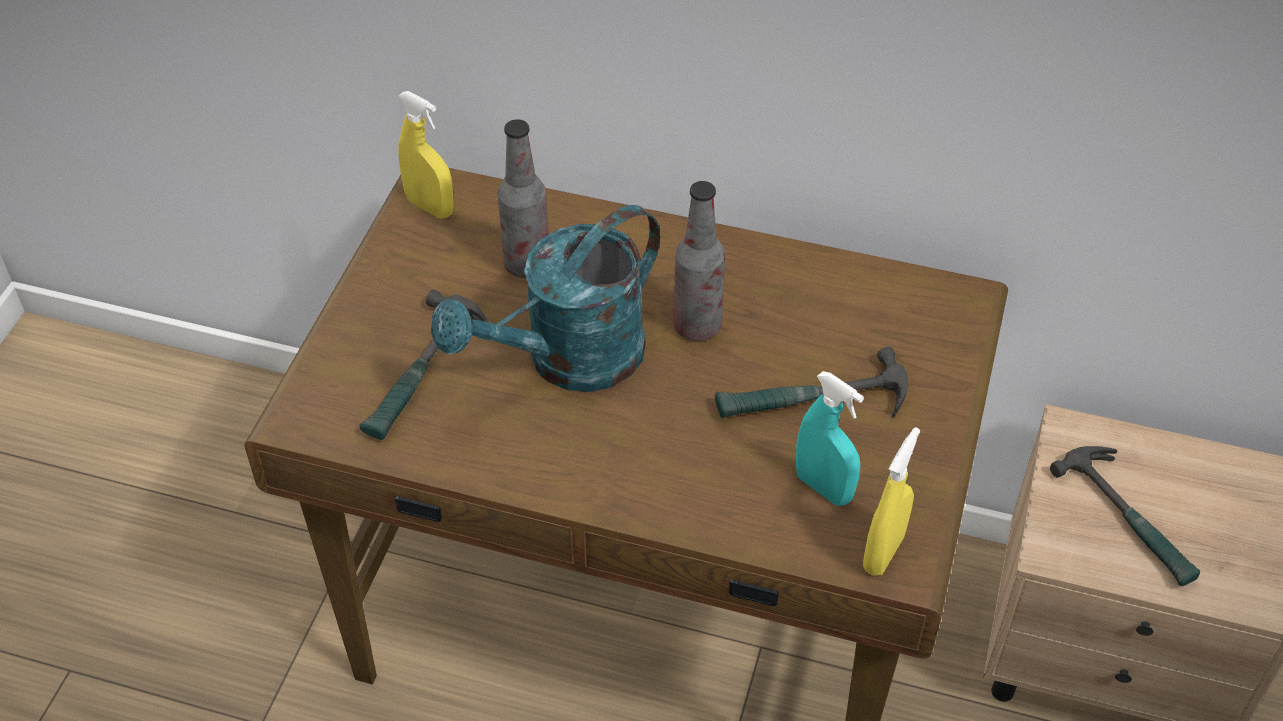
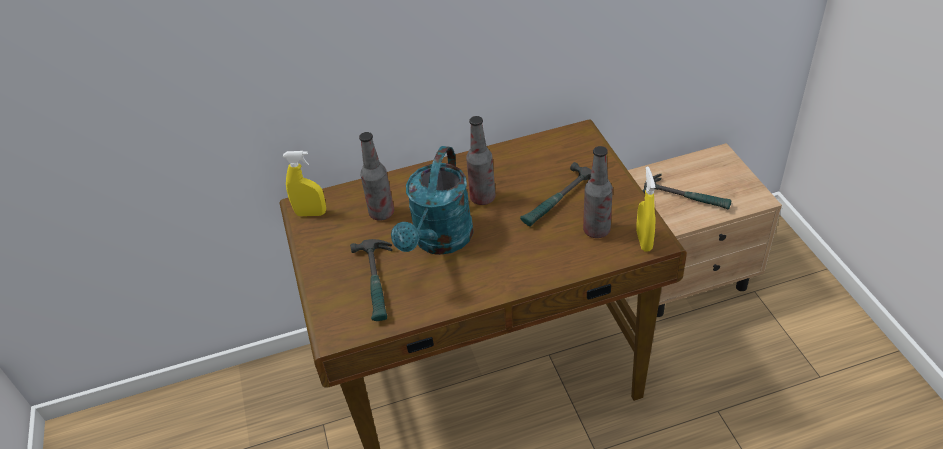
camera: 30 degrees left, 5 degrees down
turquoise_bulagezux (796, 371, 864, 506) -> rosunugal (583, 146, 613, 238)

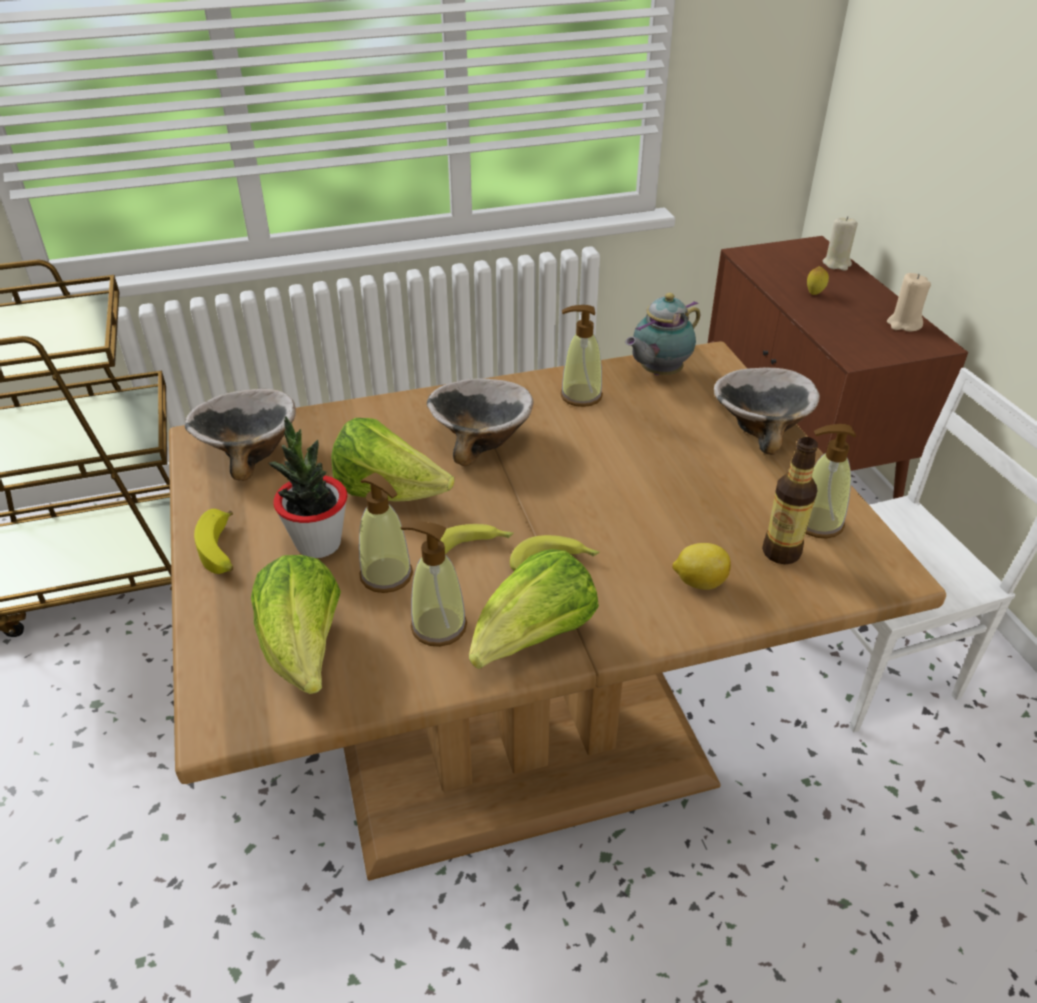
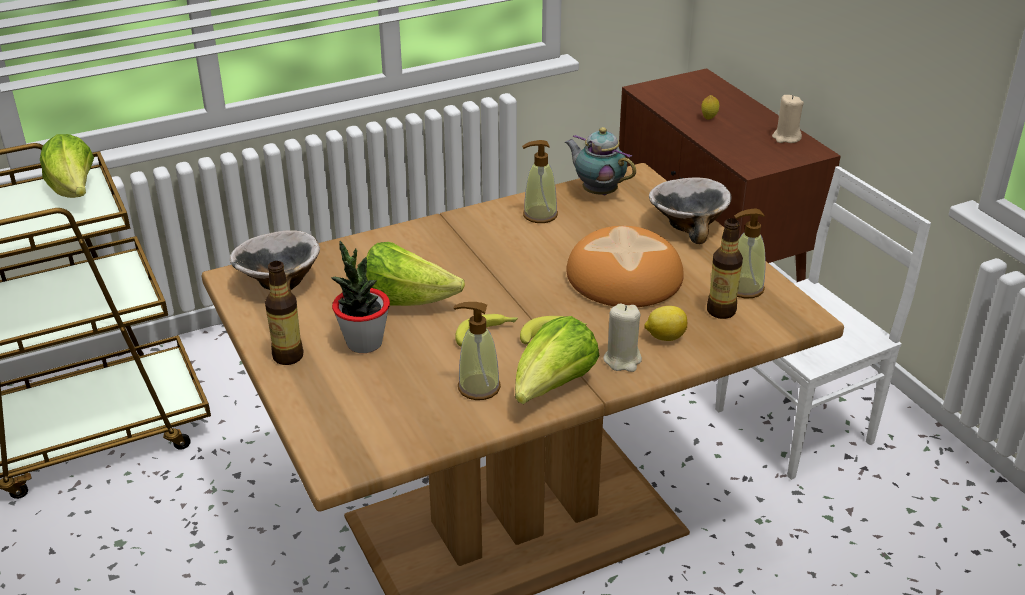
camera: 10 degrees left, 5 degrees down
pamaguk (194, 509, 233, 574) -> rosunugal (265, 261, 303, 365)
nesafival (251, 555, 341, 694) -> nesafival (40, 134, 94, 198), move
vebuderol (359, 473, 413, 593) -> none
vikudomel (427, 378, 533, 466) -> none
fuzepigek (625, 293, 700, 375) -> fuzepigek (565, 127, 636, 195), 90 degrees clockwise
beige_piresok (823, 216, 858, 271) -> beige_piresok (603, 304, 642, 372), move
none -> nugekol (566, 226, 684, 307)

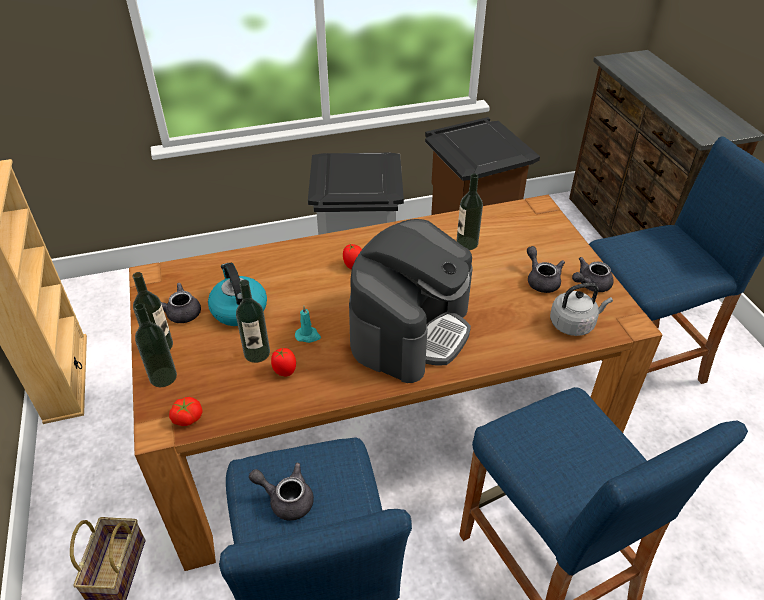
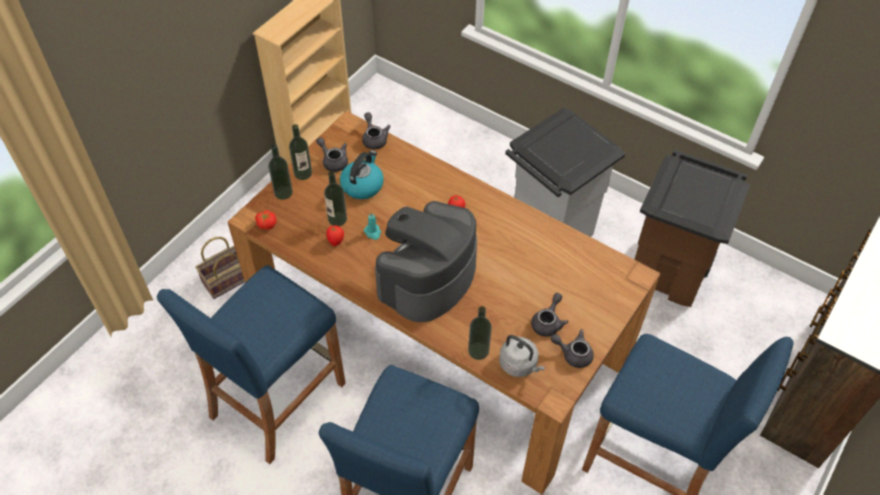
camera: 50 degrees right, 10 degrees up
grey_fuzepigek (249, 463, 314, 521) -> grey_fuzepigek (362, 112, 391, 149), move
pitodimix (349, 219, 473, 383) -> pitodimix (375, 201, 477, 322), 135 degrees clockwise
rosunugal (457, 173, 483, 250) -> rosunugal (468, 306, 492, 360), move

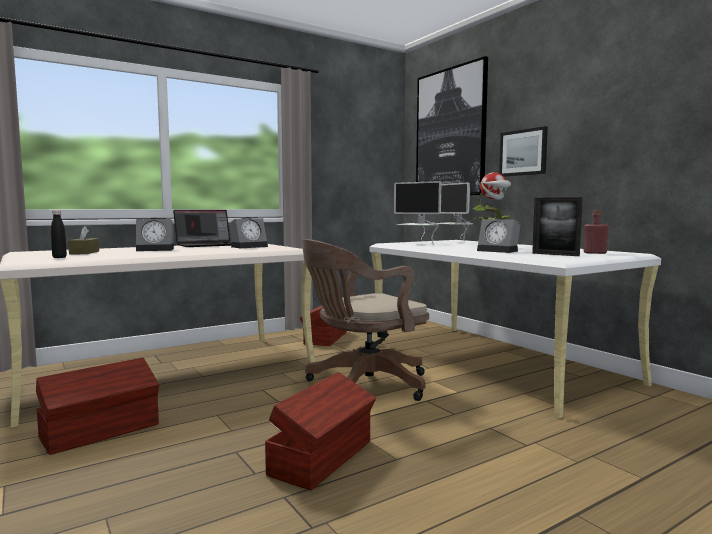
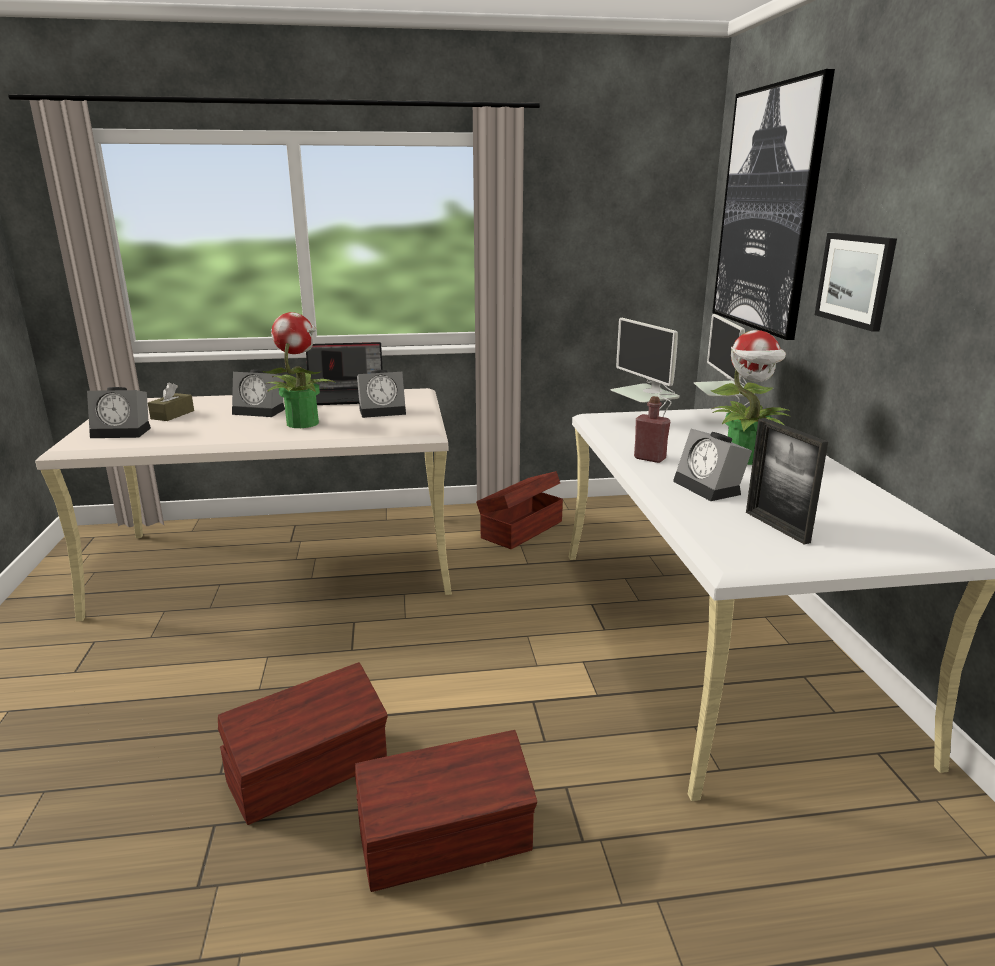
camera: 25 degrees right, 15 degrees up
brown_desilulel (36, 358, 159, 455) -> brown_desilulel (355, 730, 537, 892), move
black_rosunugal (51, 210, 67, 258) -> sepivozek (87, 387, 151, 438)
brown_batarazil (302, 239, 429, 401) -> none
red_rosunugal (583, 210, 609, 254) -> red_rosunugal (634, 396, 670, 463), move
none -> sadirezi (262, 312, 336, 428)

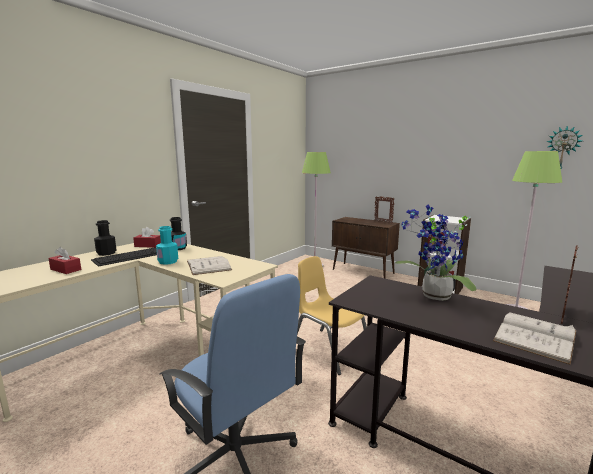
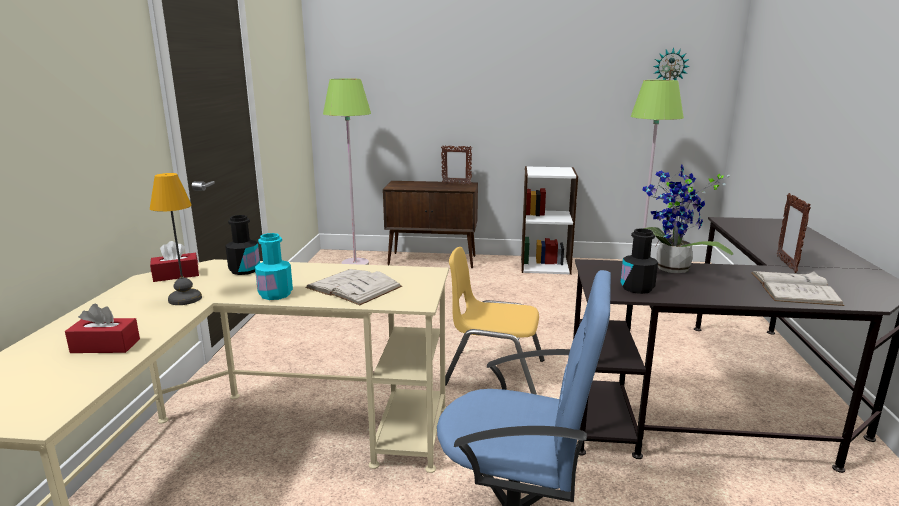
camera: 30 degrees left, 5 degrees up
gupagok (91, 248, 157, 267) -> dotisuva (150, 173, 202, 305)
black_rosunugal (94, 220, 116, 256) -> black_rosunugal (621, 228, 658, 294), move

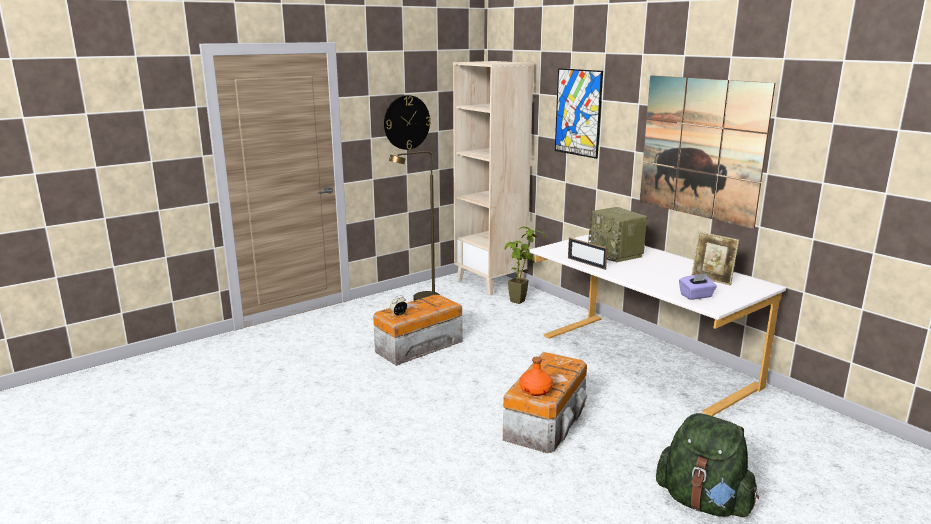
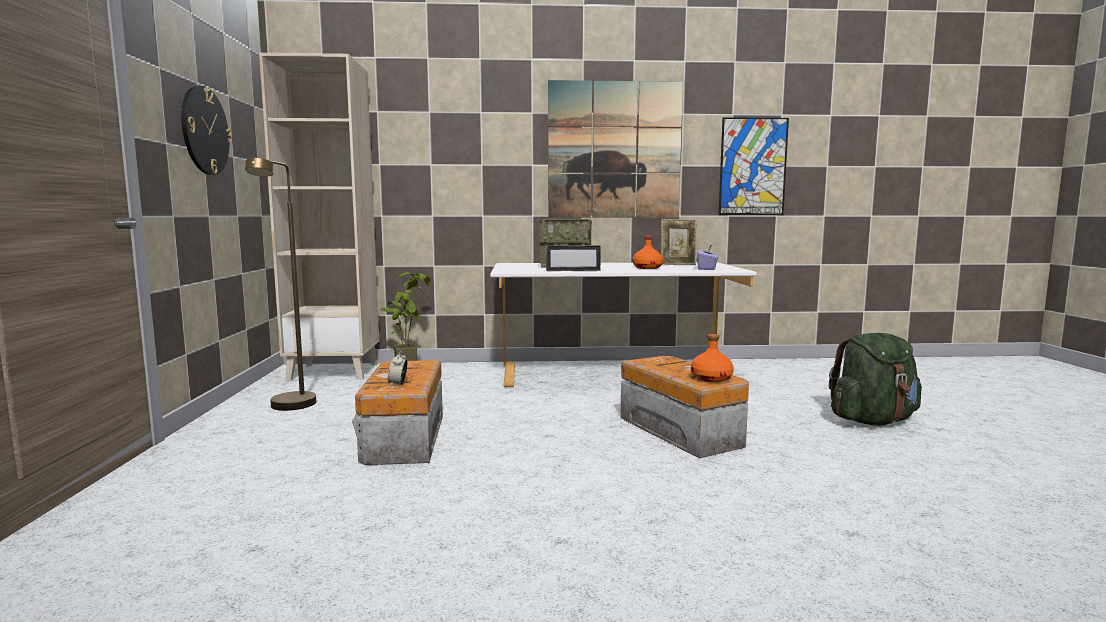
camera: 55 degrees left, 10 degrees down
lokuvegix (555, 68, 603, 159) -> lokuvegix (719, 117, 789, 215), move
none -> orange_rosunugal (633, 235, 663, 269)

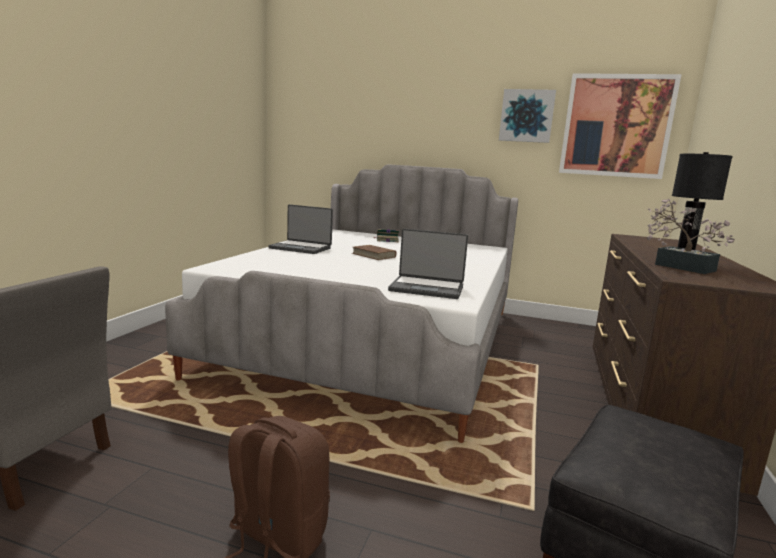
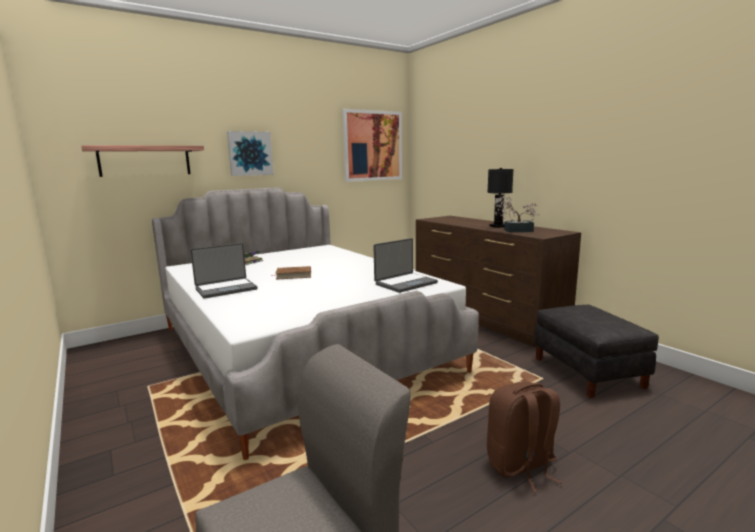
camera: 50 degrees left, 0 degrees up
lokuvegix (499, 89, 556, 143) -> lokuvegix (227, 131, 274, 176), move
none -> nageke (81, 145, 204, 177)

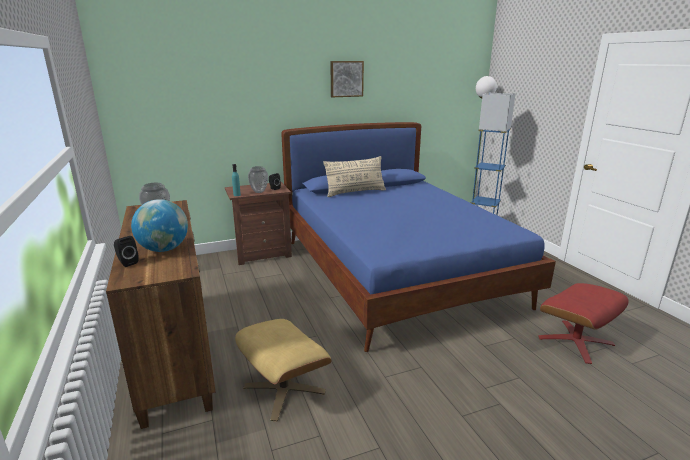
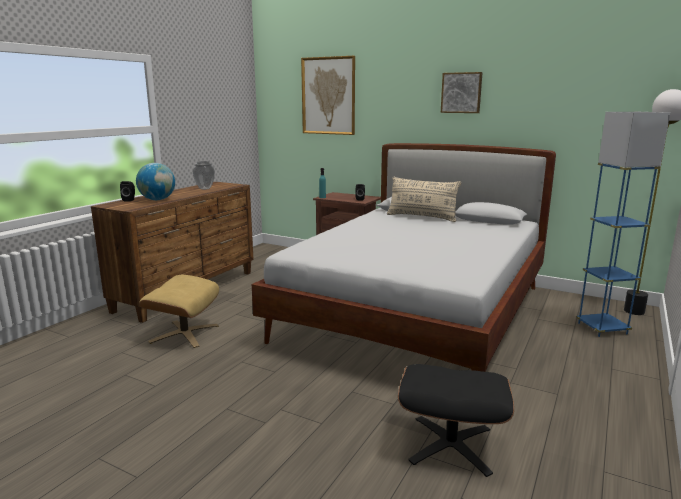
camera: 50 degrees right, 5 degrees down
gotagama (248, 166, 268, 193) -> none
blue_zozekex (281, 122, 556, 352) -> white_zozekex (252, 143, 556, 372)
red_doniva (538, 283, 629, 364) -> black_doniva (398, 364, 514, 477)
none -> lokuvegix (301, 56, 355, 135)

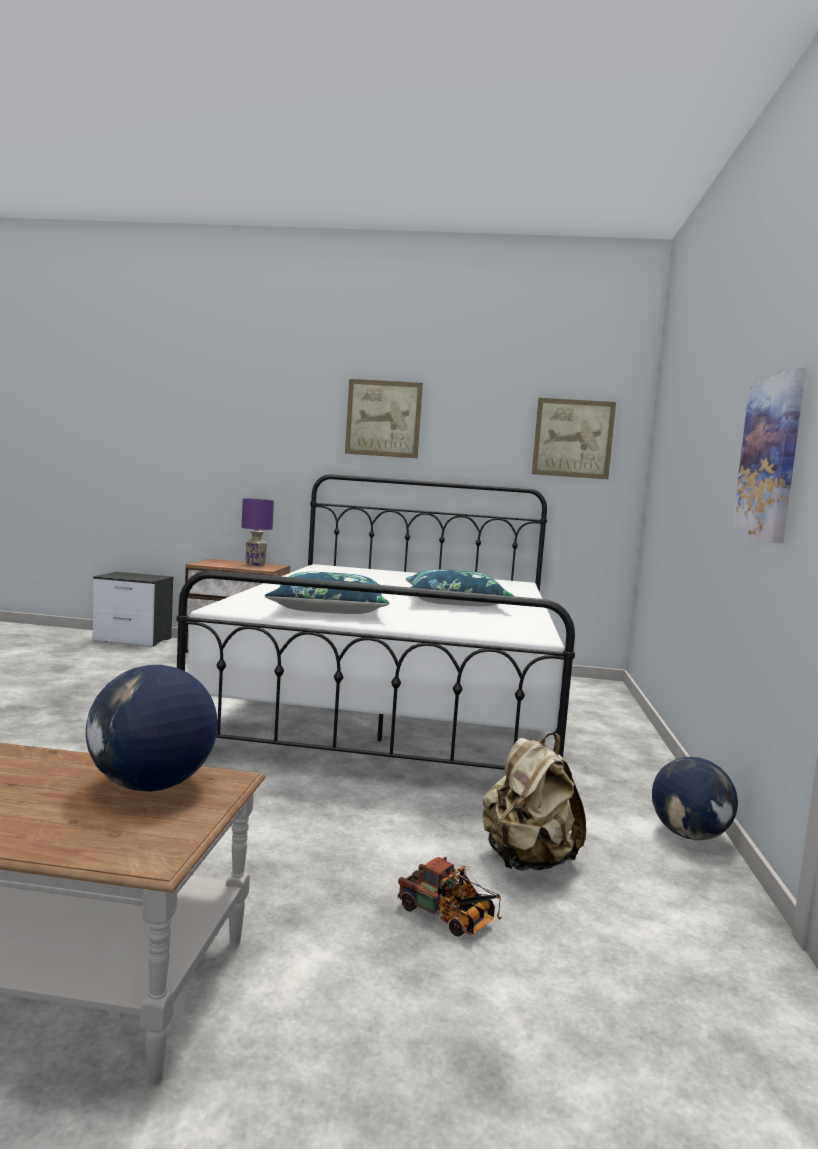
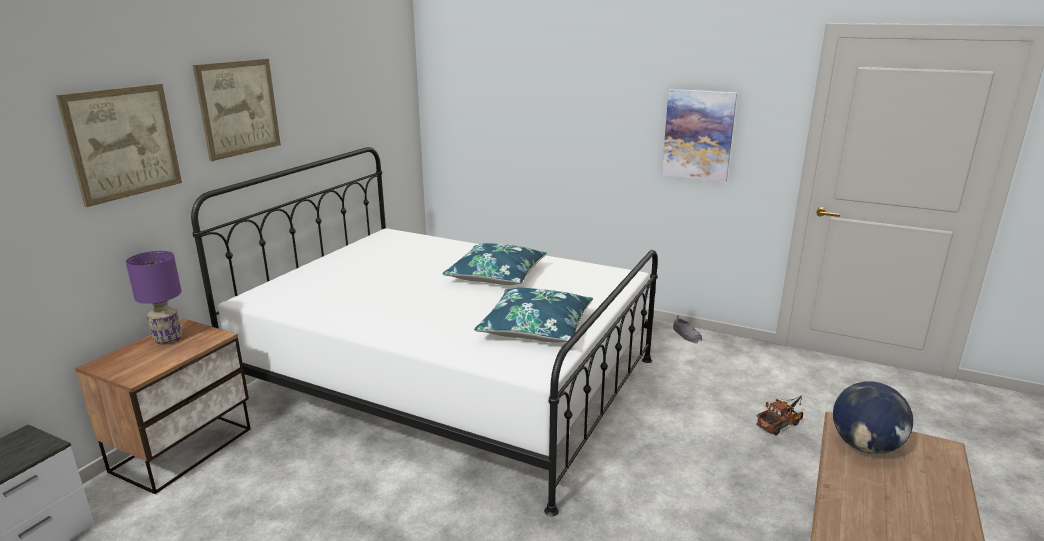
camera: 70 degrees left, 15 degrees up
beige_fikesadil (483, 733, 586, 871) -> none
lokuvegix (532, 398, 616, 479) -> lokuvegix (56, 84, 182, 207), move
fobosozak (652, 757, 738, 840) -> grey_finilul (673, 316, 702, 344)

